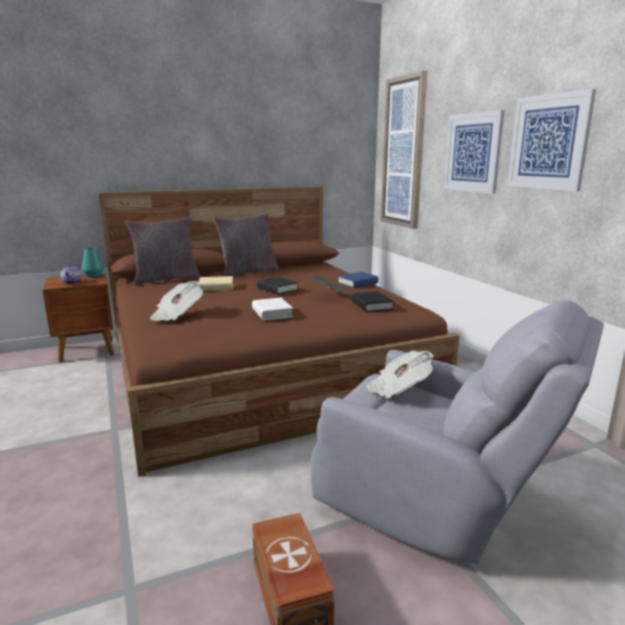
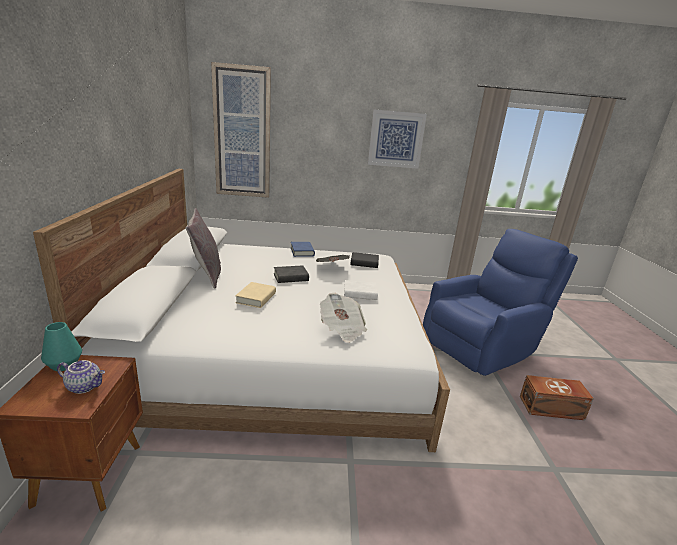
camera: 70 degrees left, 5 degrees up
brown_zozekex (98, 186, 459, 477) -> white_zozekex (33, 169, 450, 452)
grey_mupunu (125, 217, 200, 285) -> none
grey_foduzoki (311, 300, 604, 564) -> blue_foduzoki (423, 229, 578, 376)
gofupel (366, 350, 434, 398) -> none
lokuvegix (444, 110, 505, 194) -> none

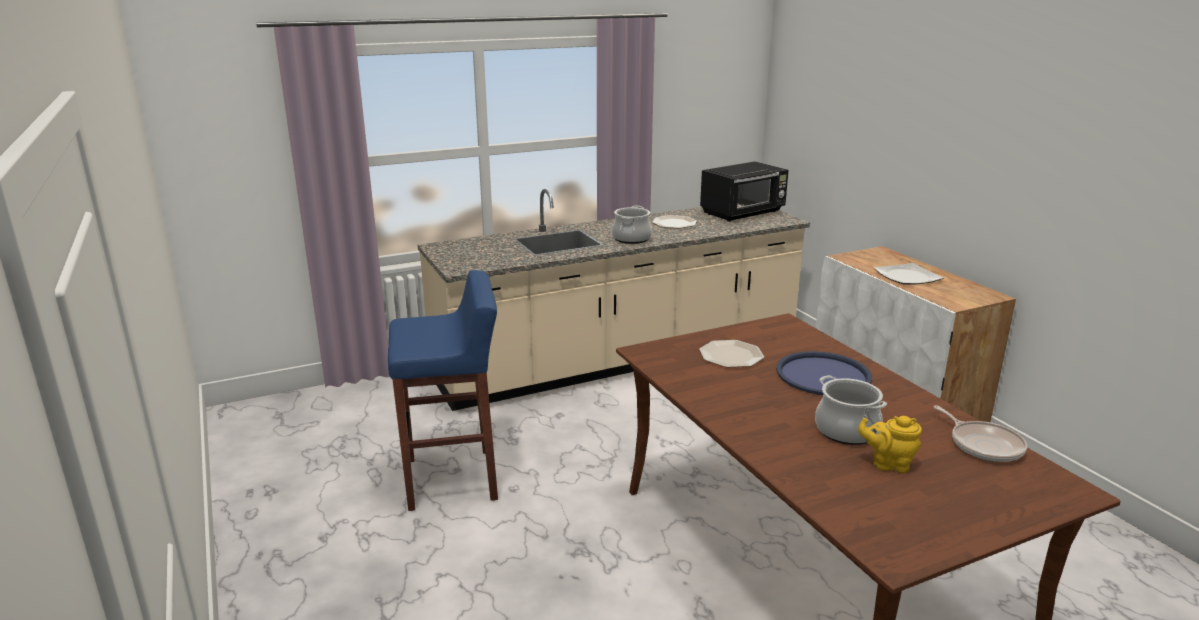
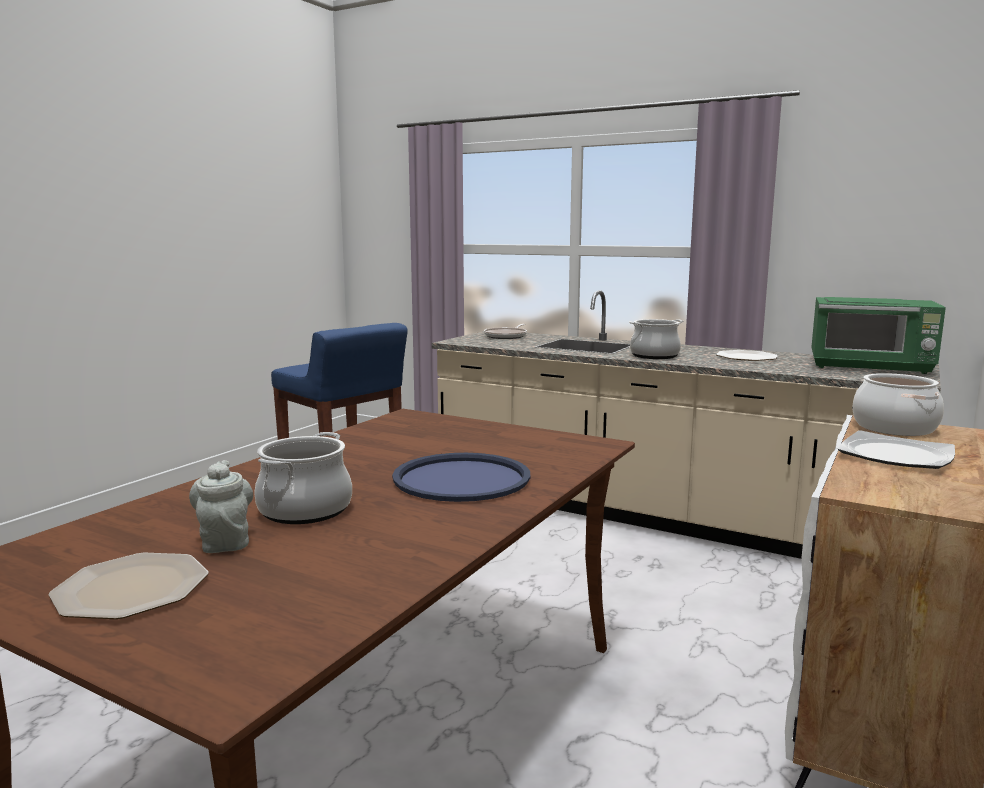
camera: 55 degrees right, 10 degrees down
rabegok (699, 340, 764, 367) -> rabegok (48, 553, 209, 619), move
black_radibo (700, 161, 788, 222) -> green_radibo (811, 297, 946, 374)
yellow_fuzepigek (858, 416, 922, 473) -> grey_fuzepigek (189, 460, 253, 553)
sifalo (933, 405, 1027, 462) -> sifalo (484, 324, 527, 339), move
none -> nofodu (852, 373, 944, 436)

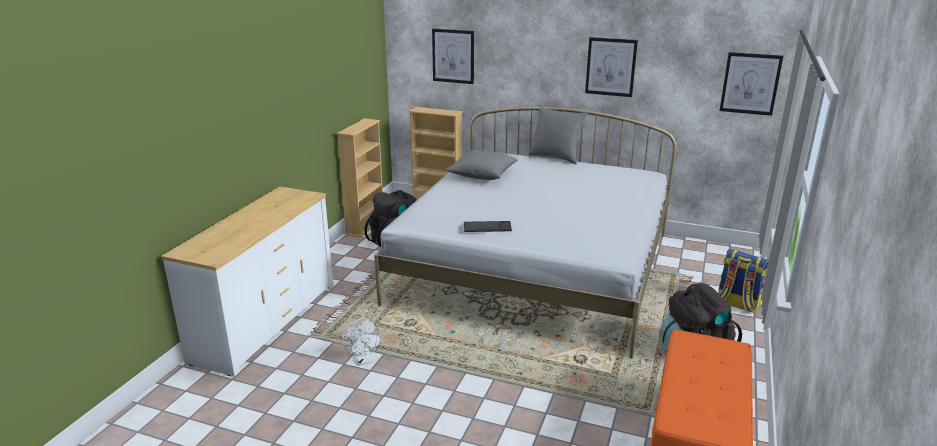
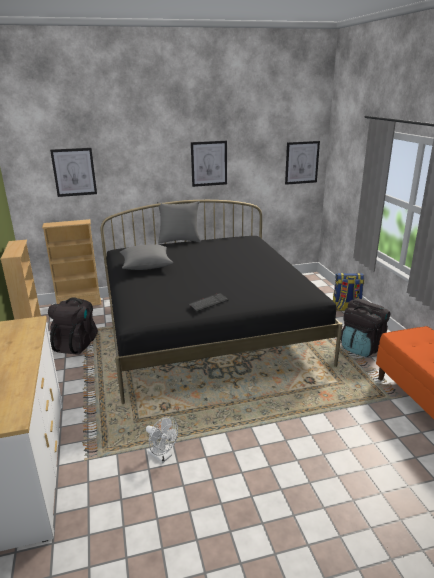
camera: 35 degrees left, 0 degrees up
white_zozekex (374, 107, 676, 359) -> black_zozekex (101, 200, 343, 404)

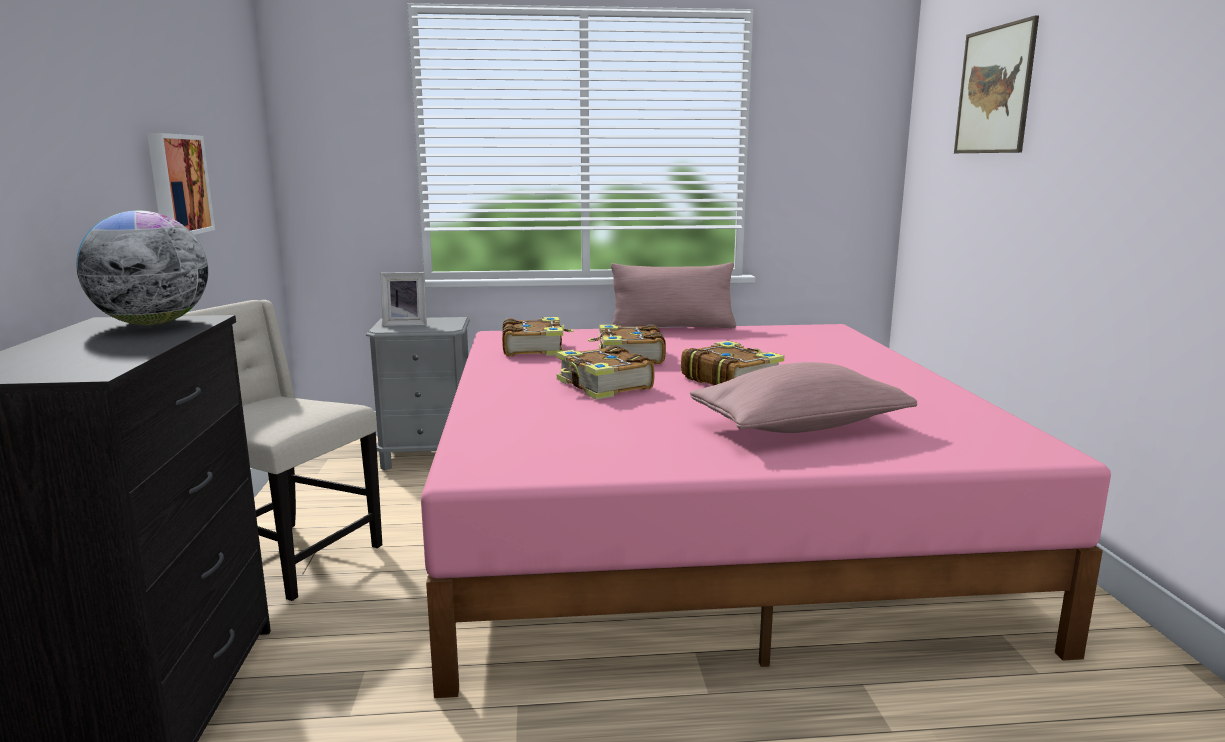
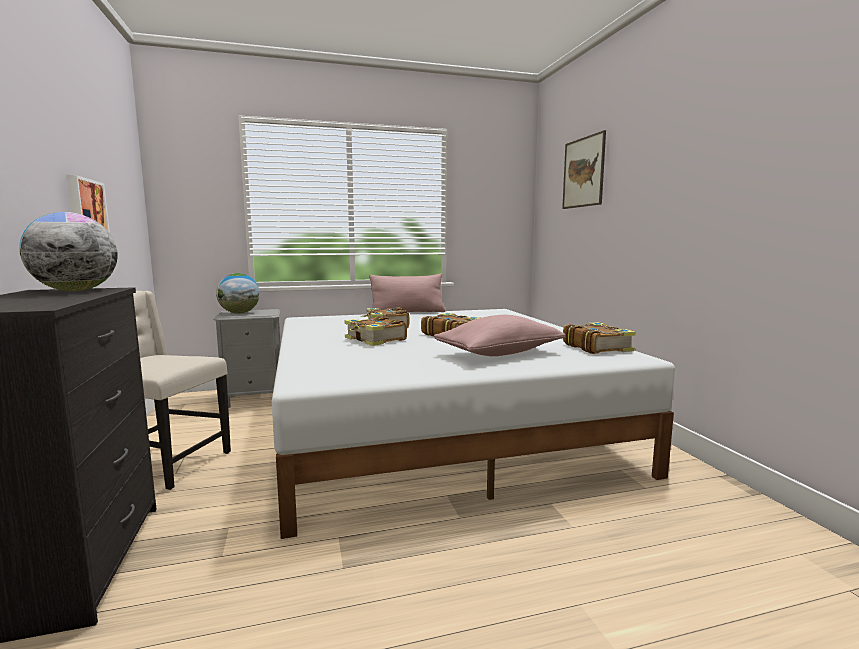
camera: 10 degrees left, 5 degrees down
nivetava (380, 272, 427, 326) -> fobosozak (216, 273, 260, 313)
pink_zozekex (421, 324, 1111, 698) -> white_zozekex (272, 309, 675, 539)
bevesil (502, 317, 574, 356) -> bevesil (563, 322, 636, 354), move

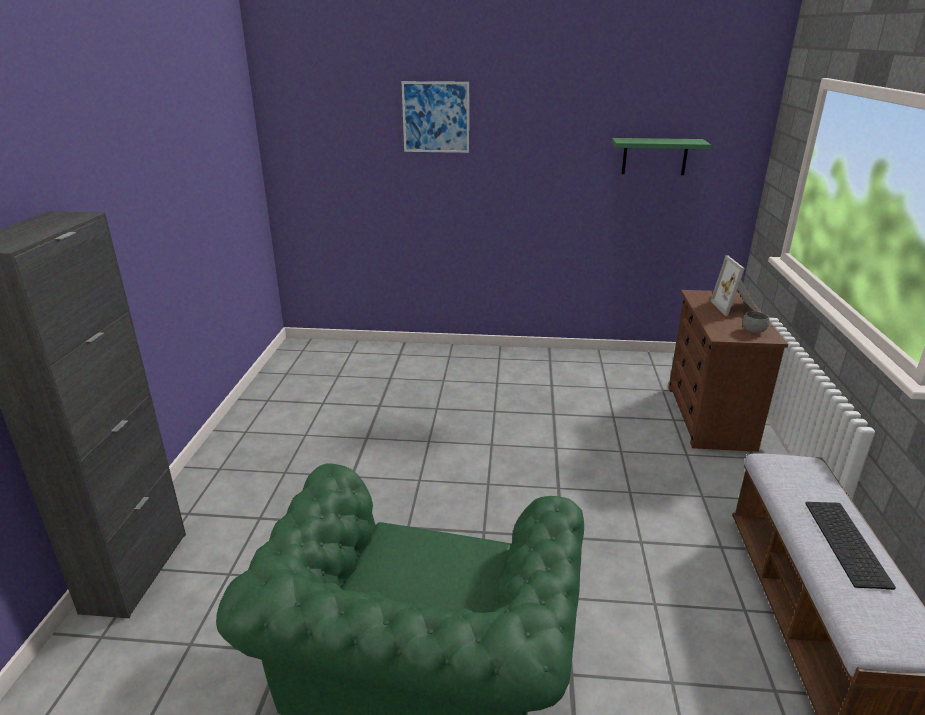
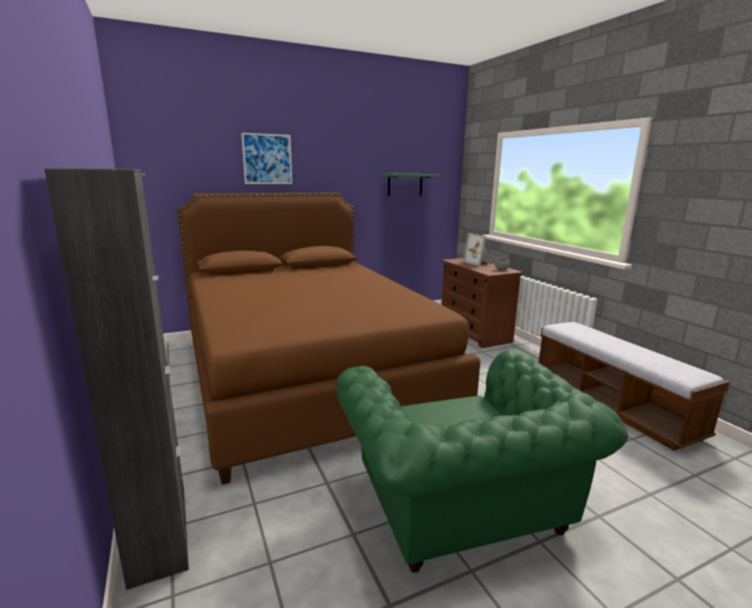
camera: 30 degrees left, 10 degrees down
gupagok (805, 502, 896, 590) -> none
none -> brown_zozekex (177, 193, 480, 485)

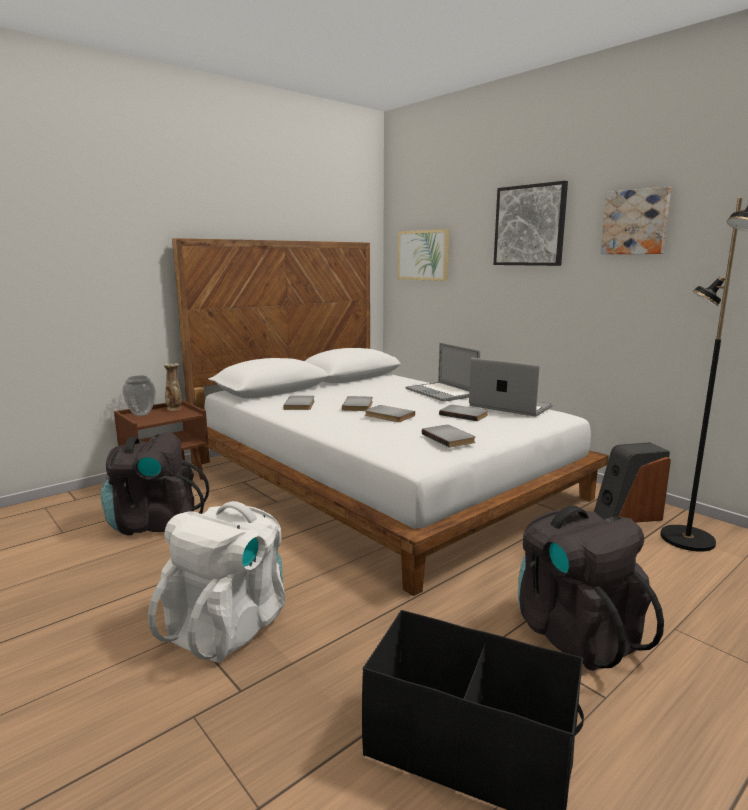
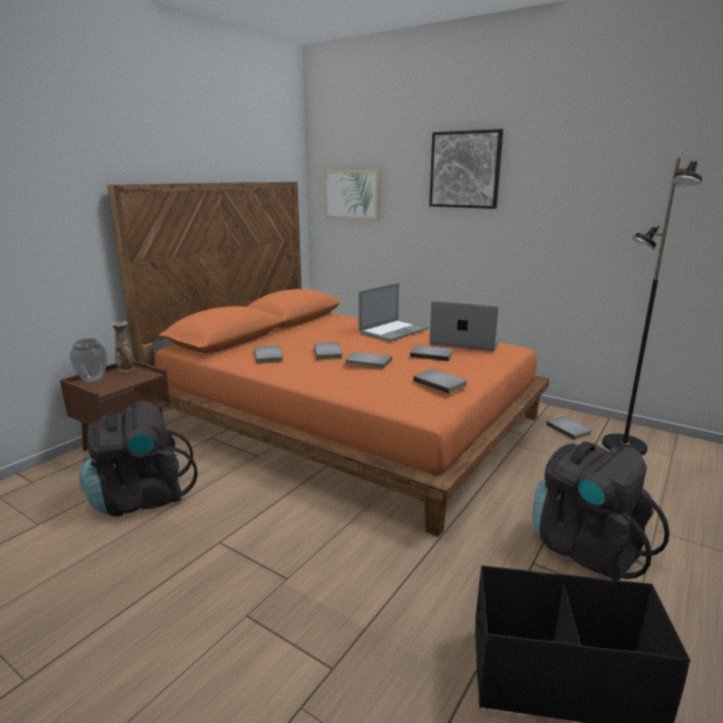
camera: 15 degrees left, 5 degrees up
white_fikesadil (148, 501, 285, 662) -> none
white_zozekex (172, 238, 609, 596) -> orange_zozekex (107, 181, 549, 537)
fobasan (405, 343, 480, 402) -> fobasan (359, 283, 428, 342), 90 degrees counterclockwise
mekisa (594, 442, 671, 523) -> grey_bevesil (546, 417, 592, 440)
lokuvegix (600, 187, 671, 254) -> none

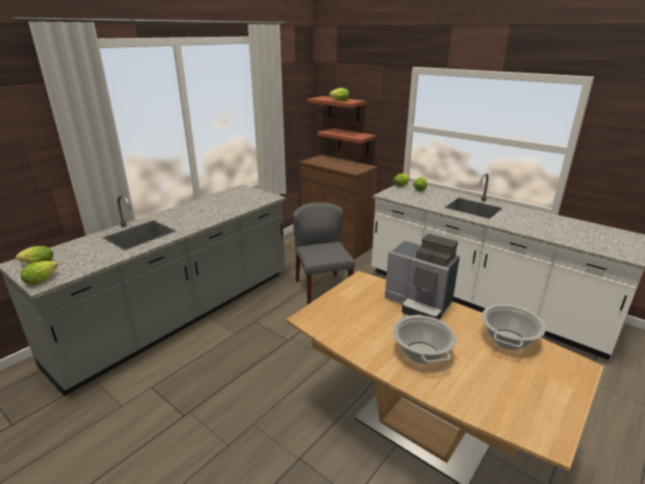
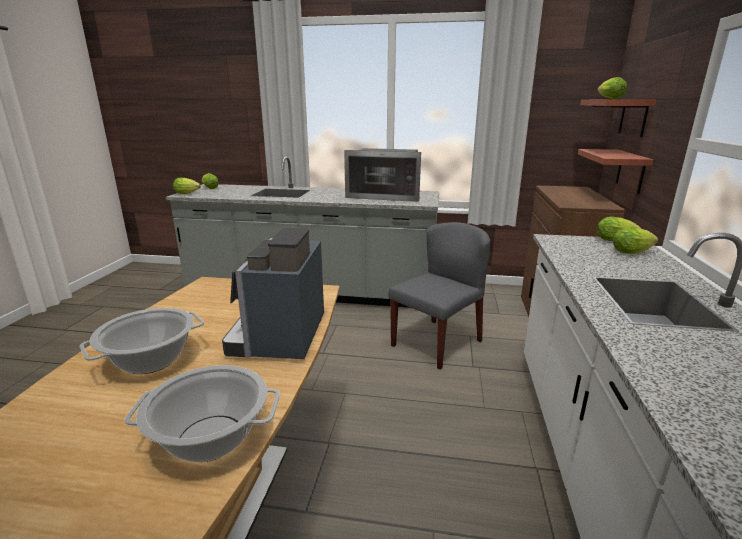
camera: 60 degrees right, 5 degrees down
none -> radibo (344, 148, 421, 202)

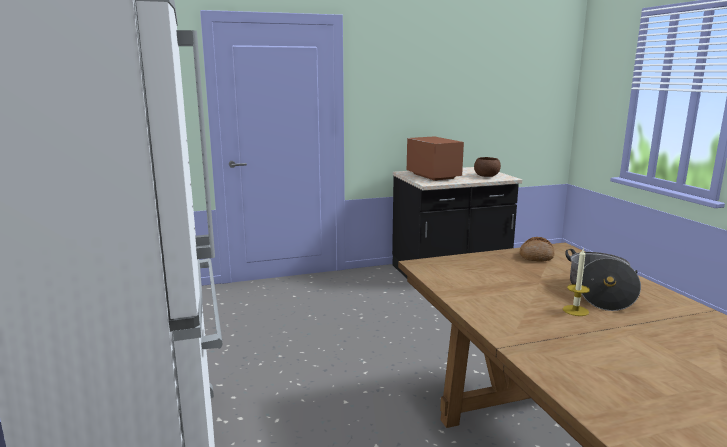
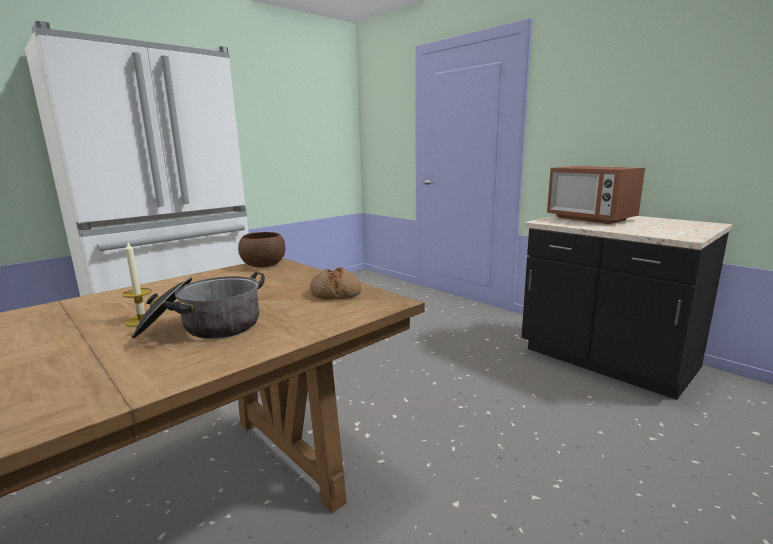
camera: 65 degrees right, 0 degrees up
radibo (407, 136, 464, 181) -> radibo (547, 166, 645, 224), 105 degrees clockwise
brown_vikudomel (474, 157, 501, 177) -> brown_vikudomel (238, 232, 285, 268), move

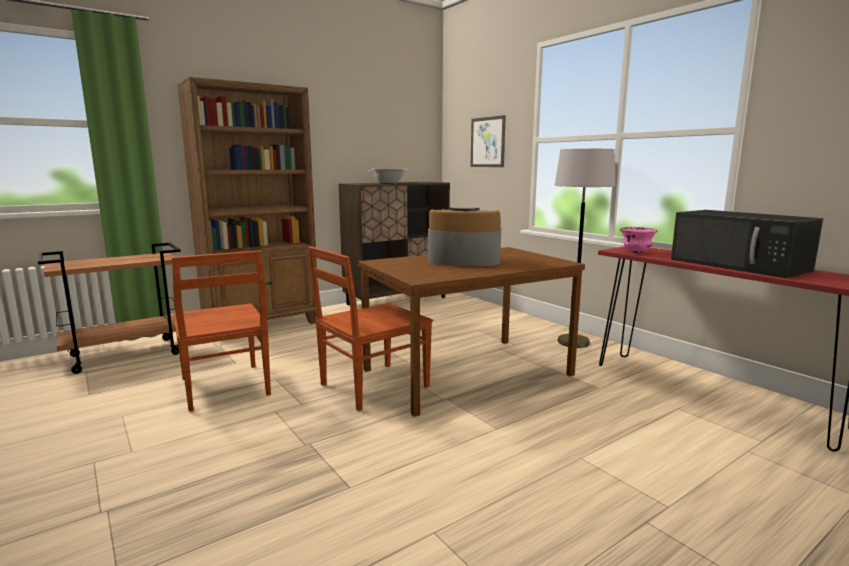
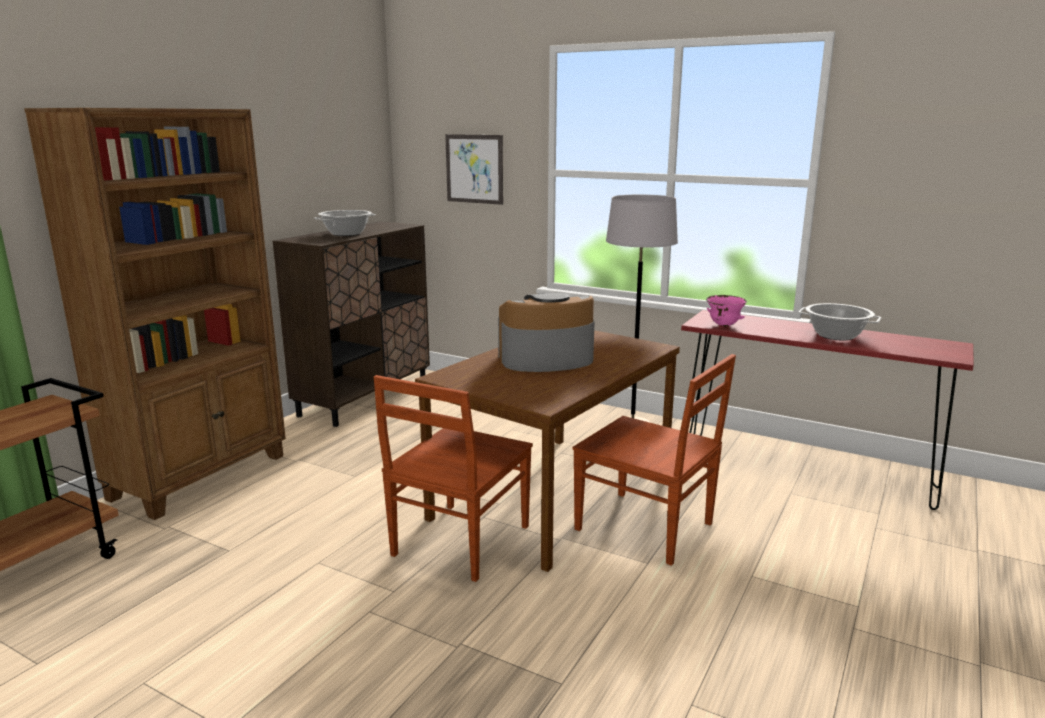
camera: 25 degrees left, 5 degrees up
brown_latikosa (172, 250, 271, 412) -> brown_latikosa (572, 354, 736, 566), move
black_radibo (671, 210, 823, 278) -> nofodu (798, 303, 881, 340)

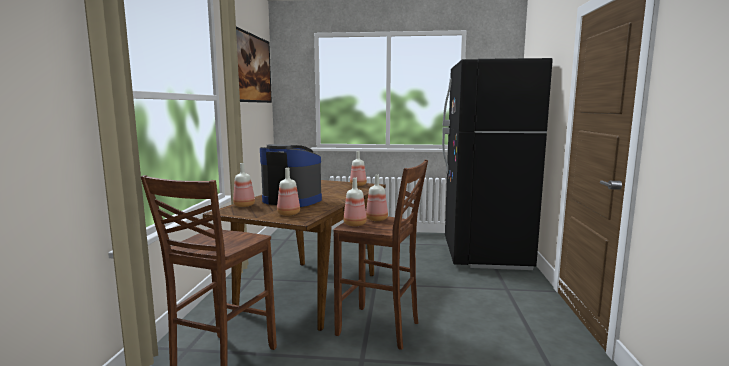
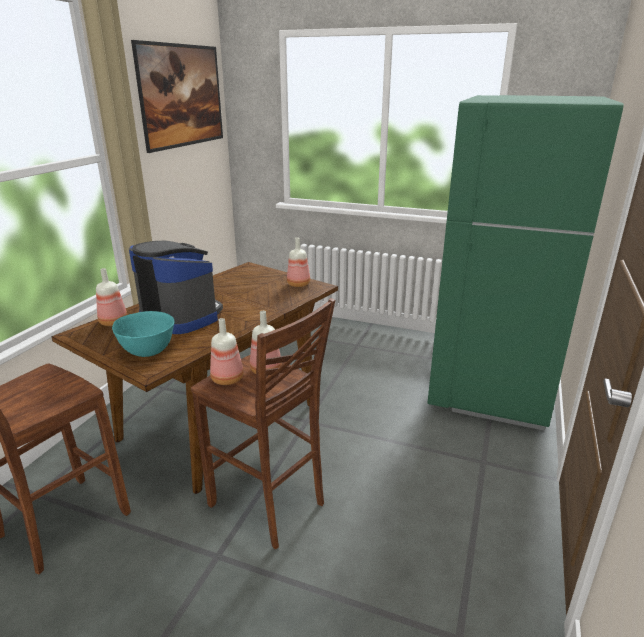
camera: 15 degrees right, 15 degrees up
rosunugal (277, 168, 300, 216) -> turquoise_vikudomel (112, 311, 174, 357)
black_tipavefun (442, 58, 552, 270) -> green_tipavefun (428, 95, 624, 430)

